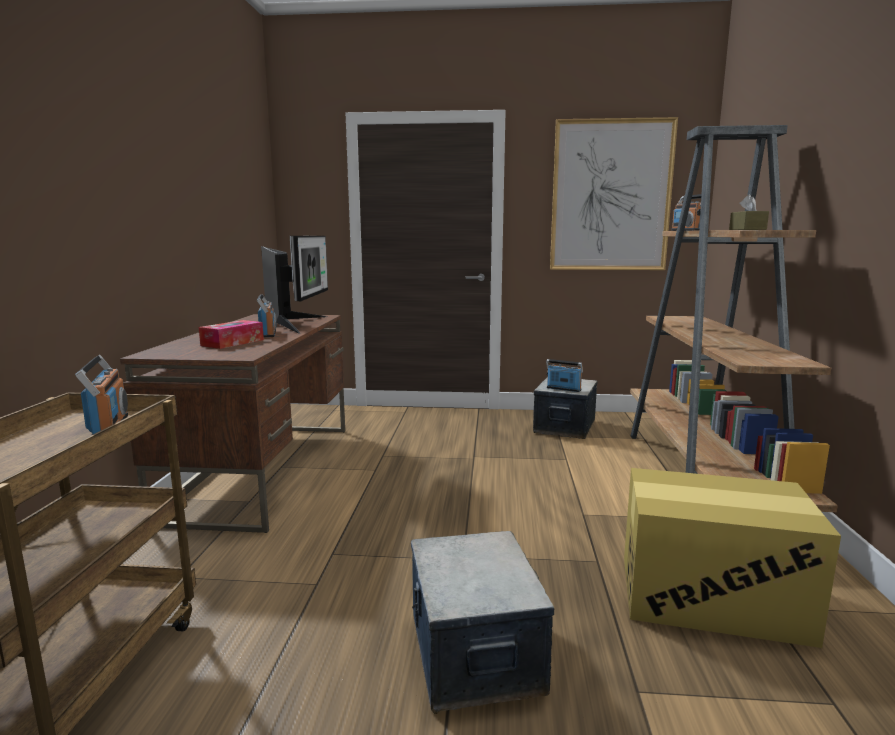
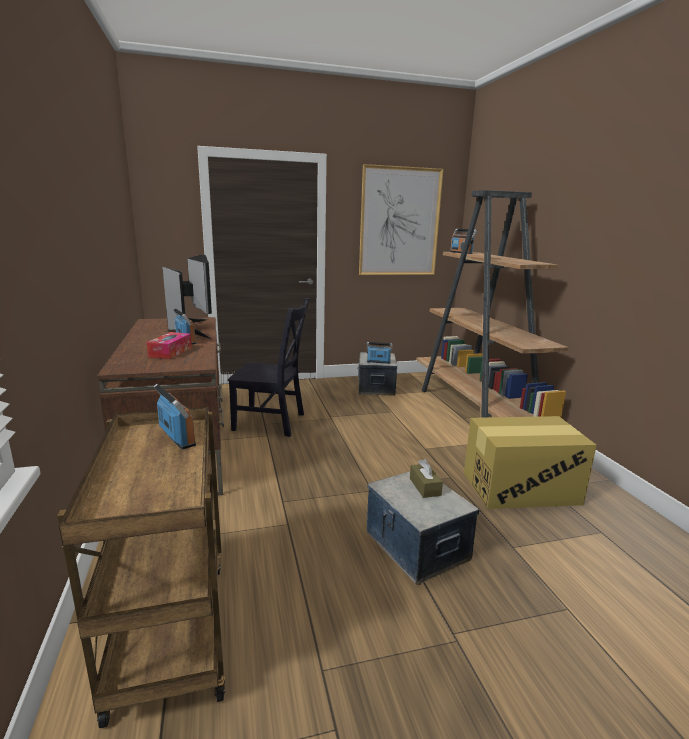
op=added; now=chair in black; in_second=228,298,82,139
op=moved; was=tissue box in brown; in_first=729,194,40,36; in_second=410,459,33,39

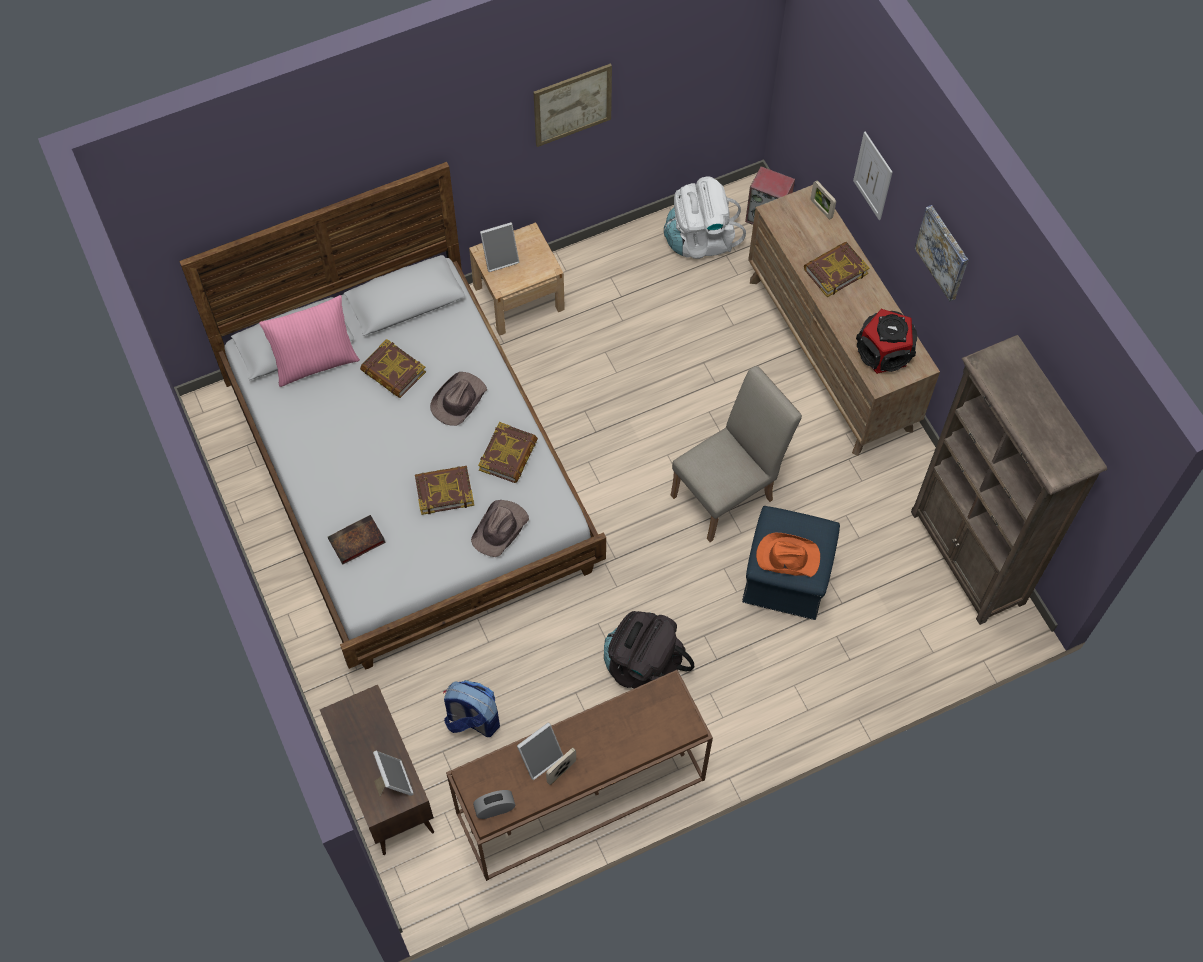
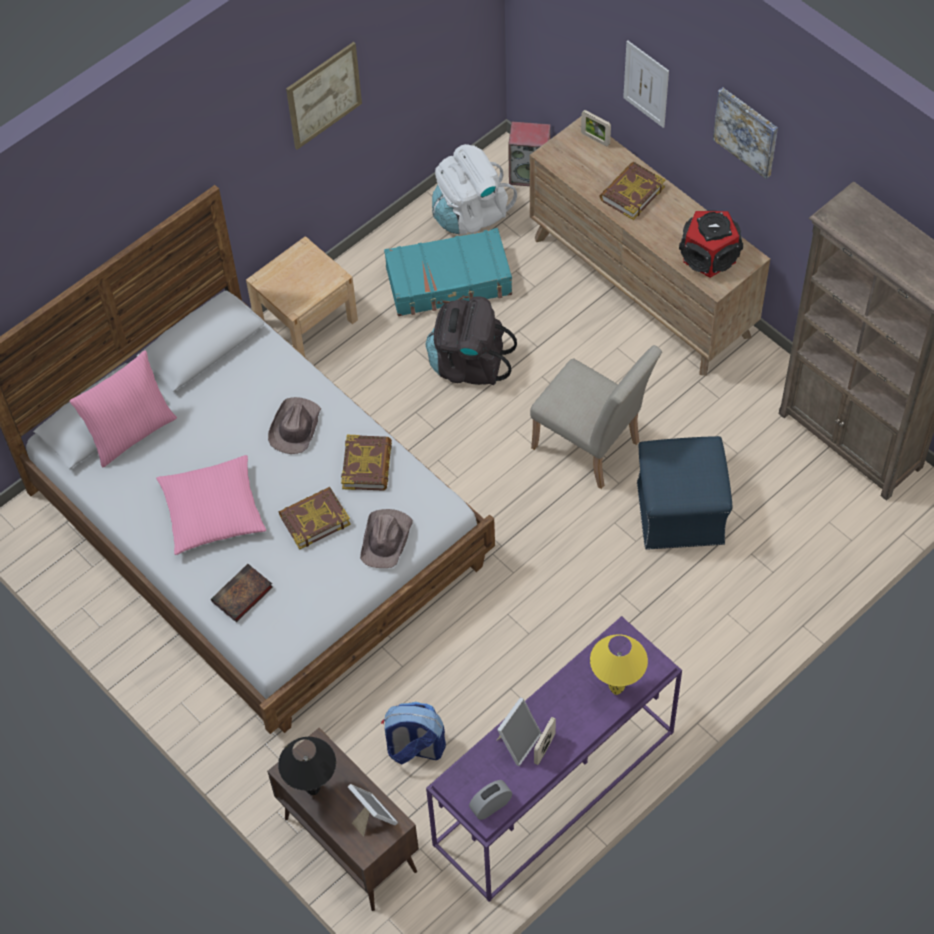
op=added; now=pillow in pink; in_second=156,455,110,100
op=added; now=table lamp in black; in_second=278,737,58,58
op=added; now=suitcase in turquoise; in_second=384,228,128,88
op=moved; was=backpack in black; in_first=604,611,90,78; in_second=425,296,92,89
op=recoloured; was=console table in brown; now=console table in purple; in_first=446,670,267,211; in_second=426,616,256,286
op=turned; was=chair in beige; in_first=671,366,131,176; in_second=530,345,132,144; clockwise=90
op=added; now=table lamp in yellow; in_second=590,634,58,61
op=removed; was=book; in_first=360,339,66,59
op=removed; was=picture frame; in_first=480,222,39,50
op=removed; was=hat in orange; in_first=756,533,64,44

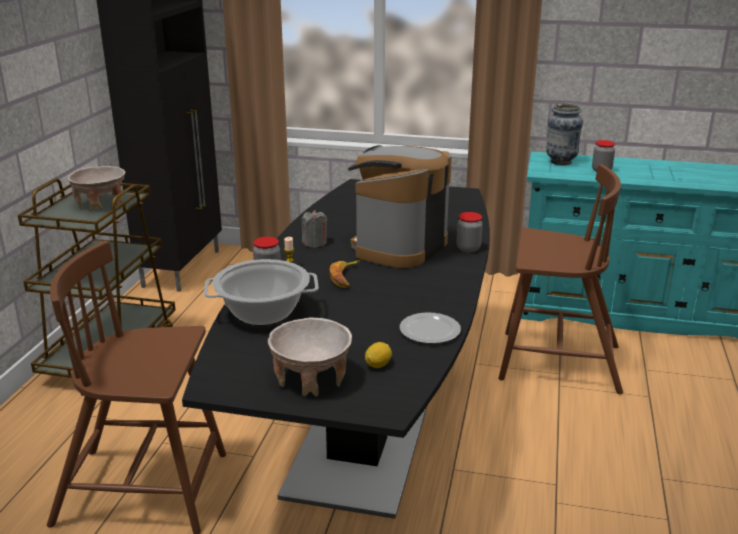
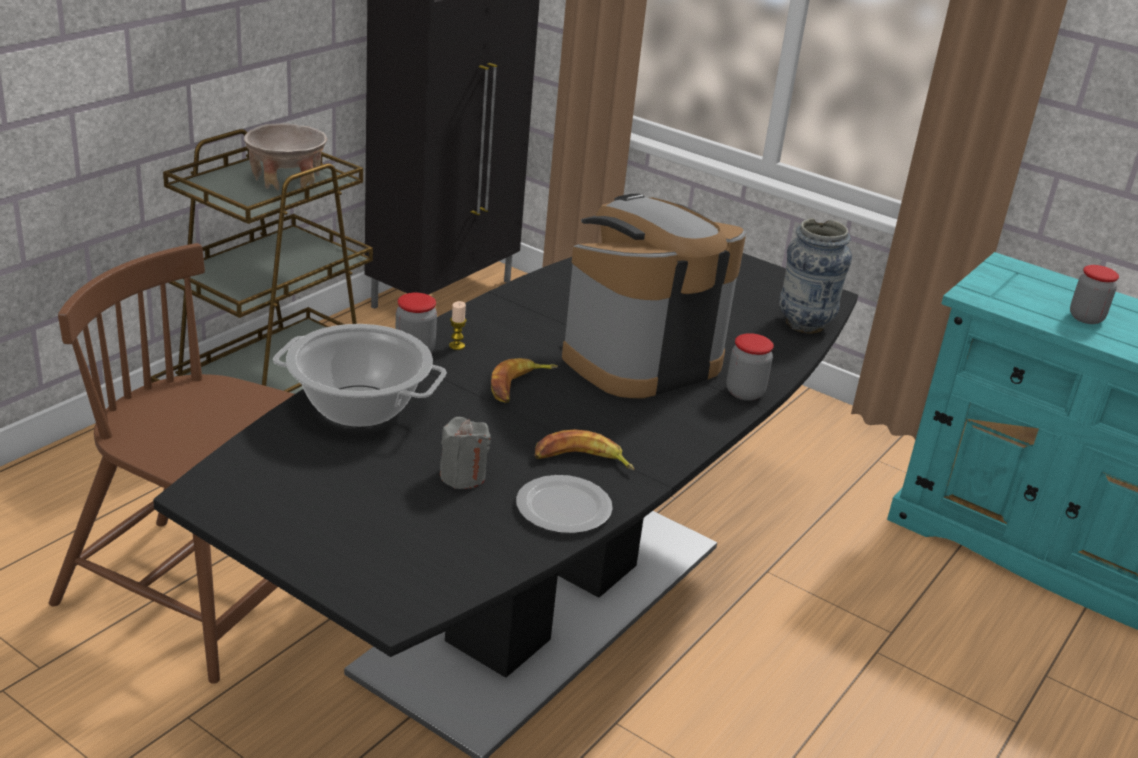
op=moved; was=candle in grey; in_first=301,210,26,38; in_second=440,417,51,72
op=added; now=banana; in_second=535,429,100,41
op=moved; was=vase; in_first=546,103,37,62; in_second=779,218,73,115
op=removed; was=bowl in beige; in_first=268,317,84,79
op=removed; was=lemon; in_first=365,342,27,26
op=removed; was=chair in brown; in_first=498,164,125,230

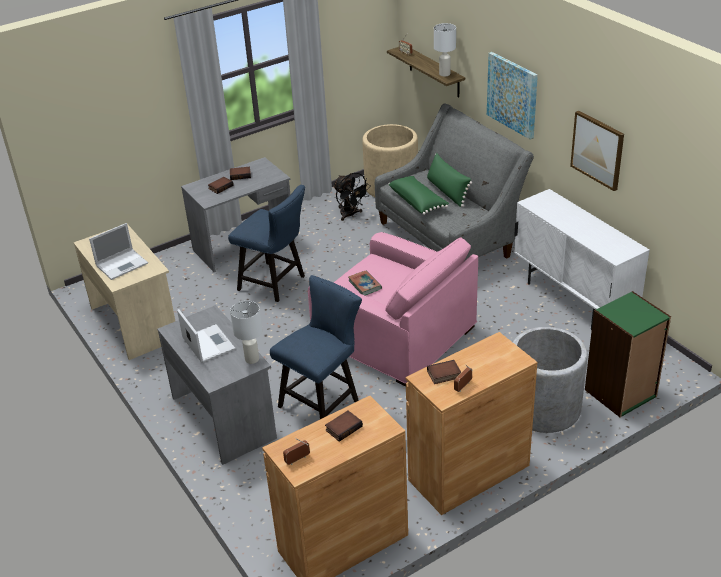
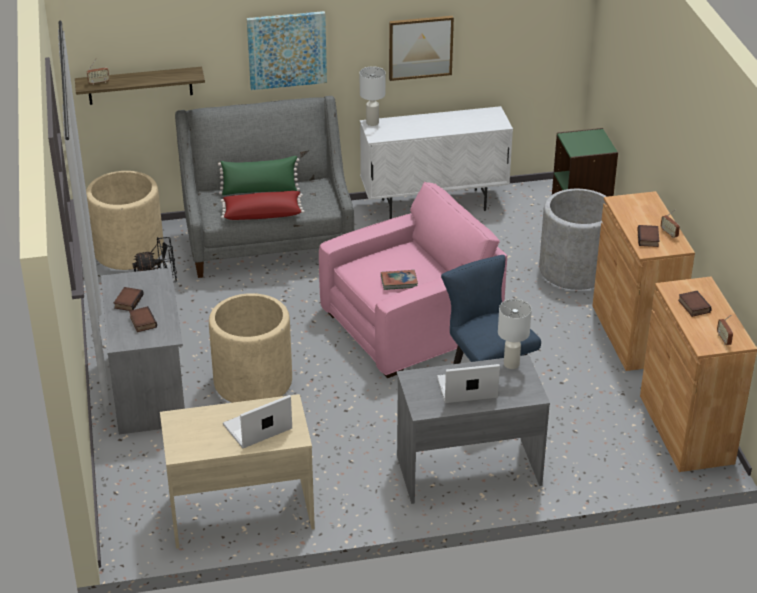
op=replaced; was=chair in blue; now=planter in beige; in_first=228,185,77,117; in_second=209,293,83,110
op=recoloured; was=pillow in green; now=pillow in red; in_first=388,176,61,39; in_second=221,191,84,29
op=turned; was=laptop; in_first=89,223,59,57; in_second=223,395,69,54; clockwise=-105
op=moved; was=table lamp in white; in_first=434,23,22,53; in_second=360,66,25,60

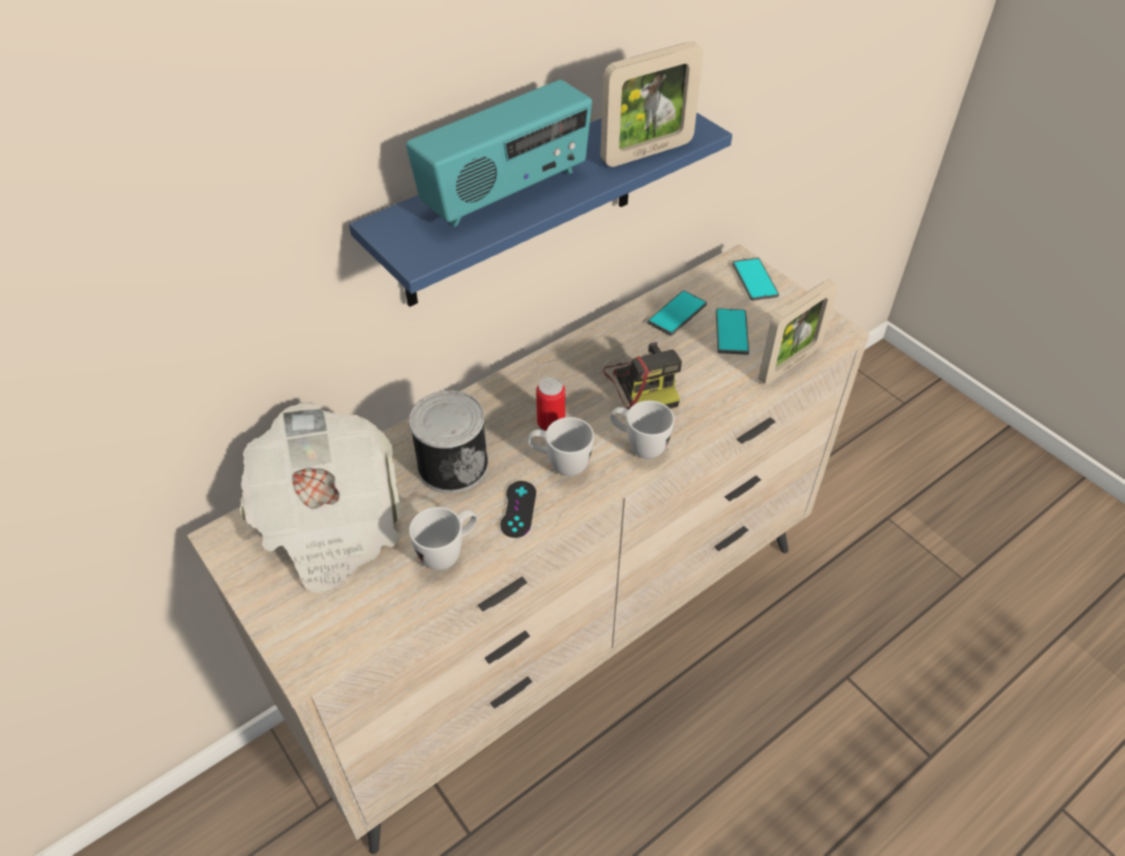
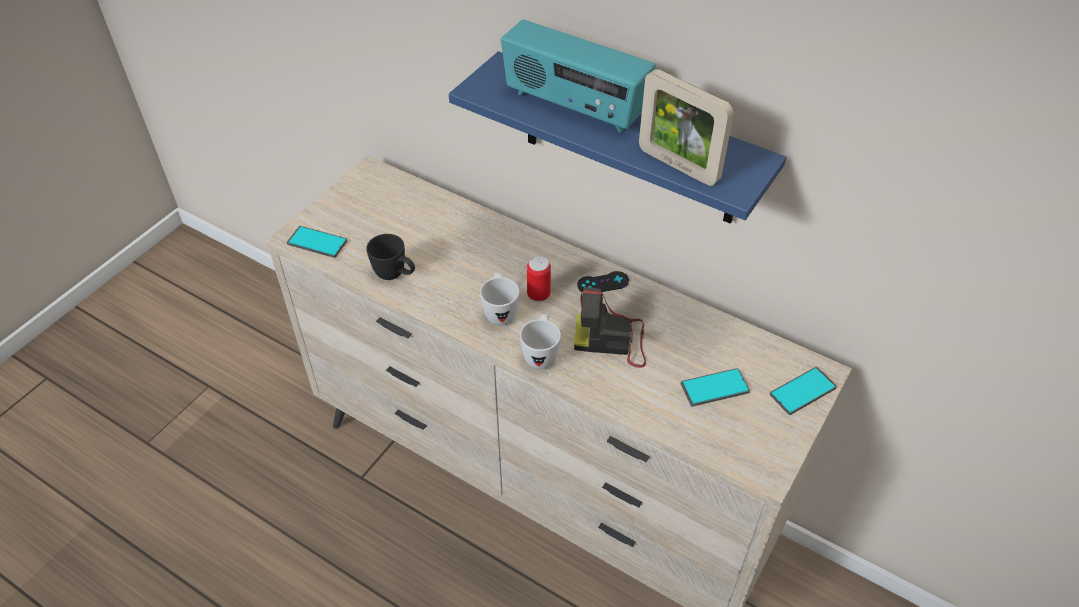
op=moved; was=phone; in_first=647,290,60,46; in_second=287,226,60,32
op=recoloured; was=mug in white; now=mug in black; in_first=409,507,69,63; in_second=366,234,49,46
op=turned; was=photo camera; in_first=603,342,79,68; in_second=574,287,72,81; clockwise=45
op=moved; was=game controller in black; in_first=500,481,36,57; in_second=577,271,52,21
op=removed; was=newspaper; in_first=240,402,160,192
op=removed; was=can; in_first=409,390,80,103
op=removed; was=picture frame; in_first=758,279,80,105

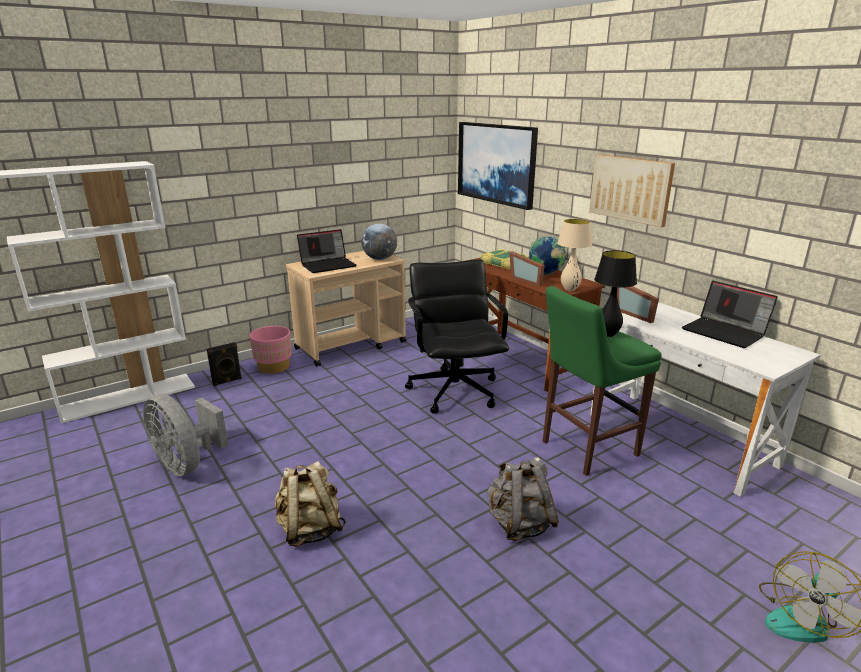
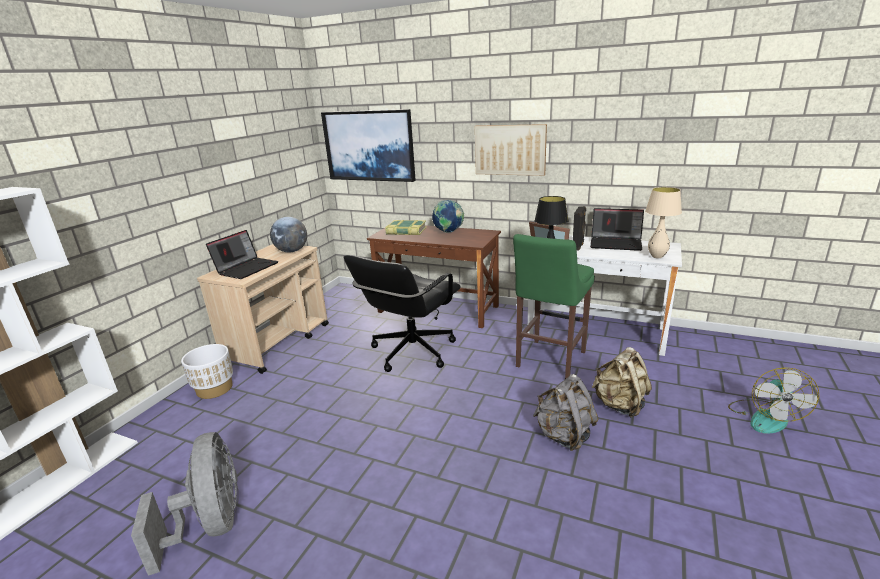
op=turned; was=fan in grey; in_first=143,394,85,82; in_second=131,432,107,144; clockwise=-120
op=recoloured; was=planter in pink; now=planter in white; in_first=249,326,43,48; in_second=181,344,52,55
op=turned; was=office chair in black; in_first=405,259,104,155; in_second=344,255,117,117; clockwise=-105
op=moved; was=speaker in black; in_first=207,342,35,44; in_second=573,206,13,45
op=moved; was=backpack in beige; in_first=275,461,71,86; in_second=591,347,61,71
op=moved; was=table lamp in beige; in_first=557,219,35,72; in_second=645,187,37,71
op=removed; was=picture frame; in_first=509,251,36,36

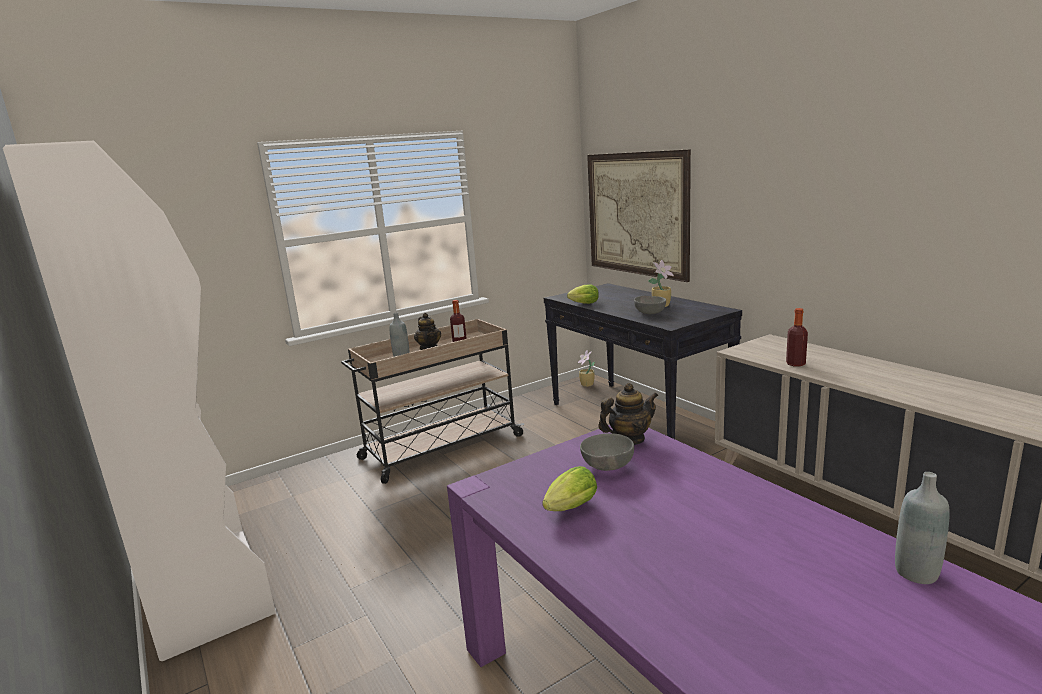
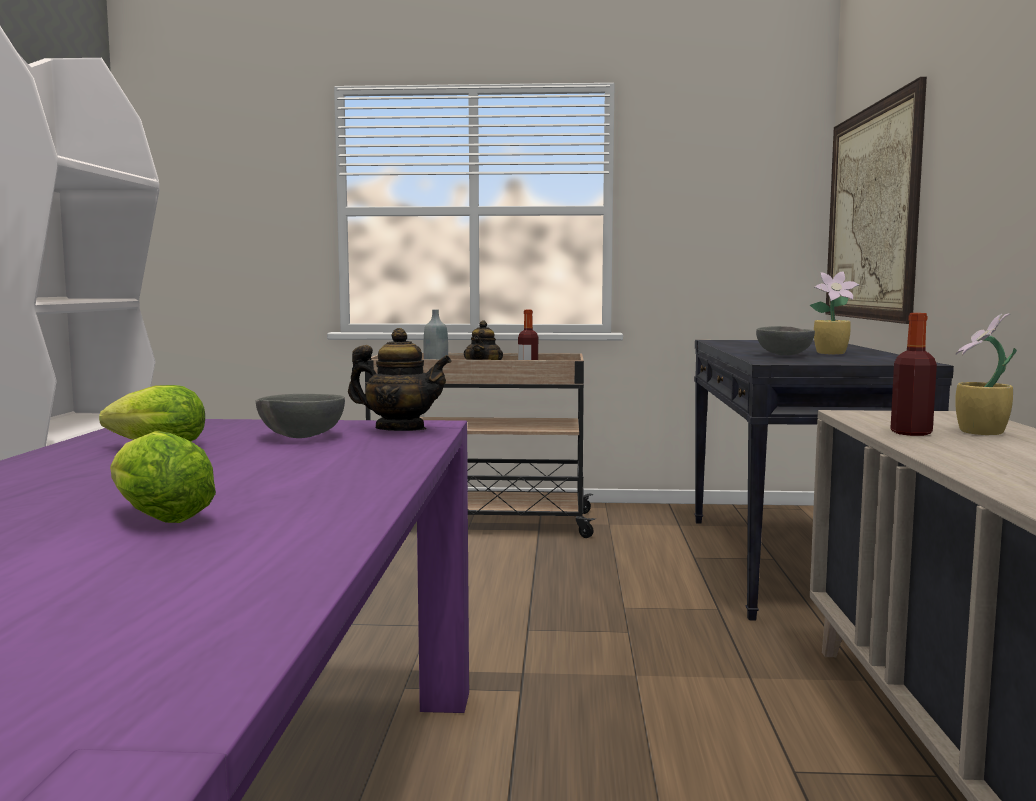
op=moved; was=lettuce; in_first=567,284,32,20; in_second=110,431,106,92
op=moved; was=potted plant; in_first=578,349,17,38; in_second=955,314,62,121
op=removed; was=bottle in grey; in_first=895,472,55,112

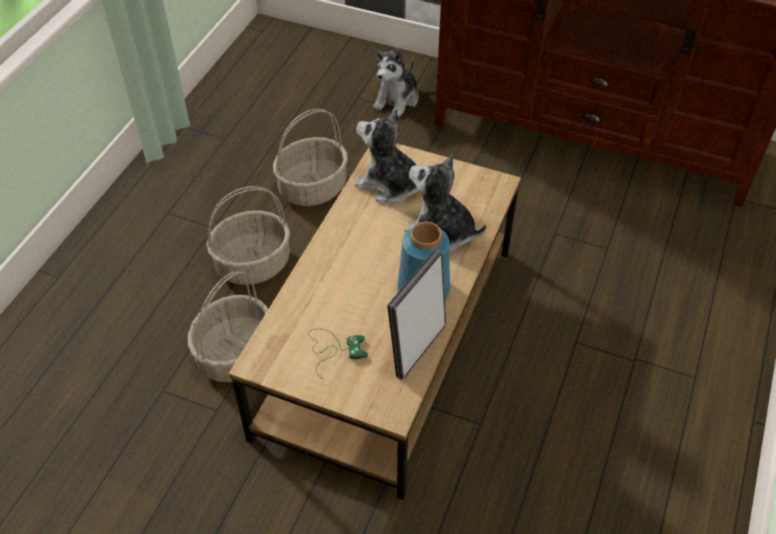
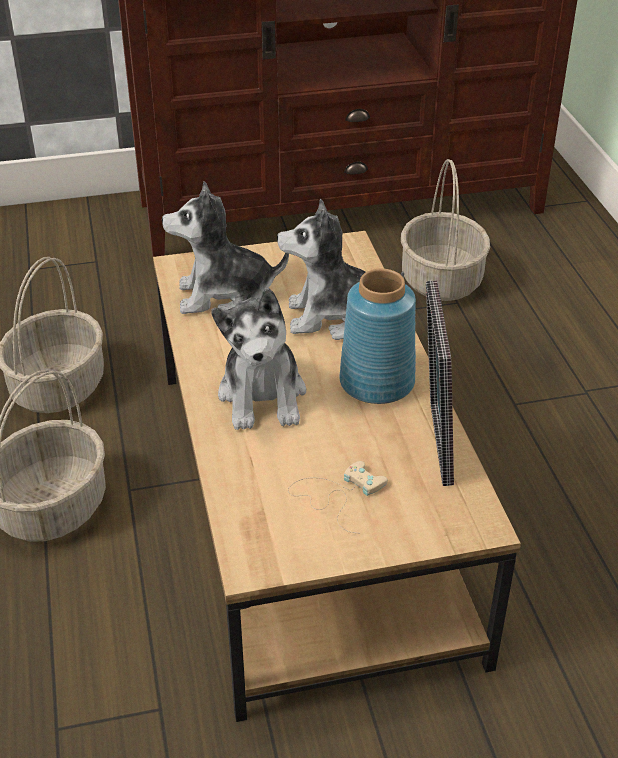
op=moved; was=plush toy; in_first=373,49,46,68; in_second=211,288,95,142
op=recoloured; was=game controller in green; now=game controller in beige; in_first=308,329,60,50; in_second=288,461,100,72
op=moved; was=basket; in_first=188,271,80,111; in_second=401,159,89,142

